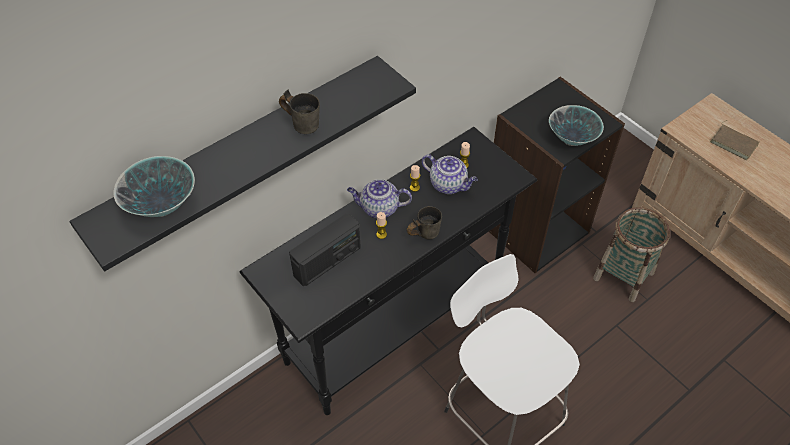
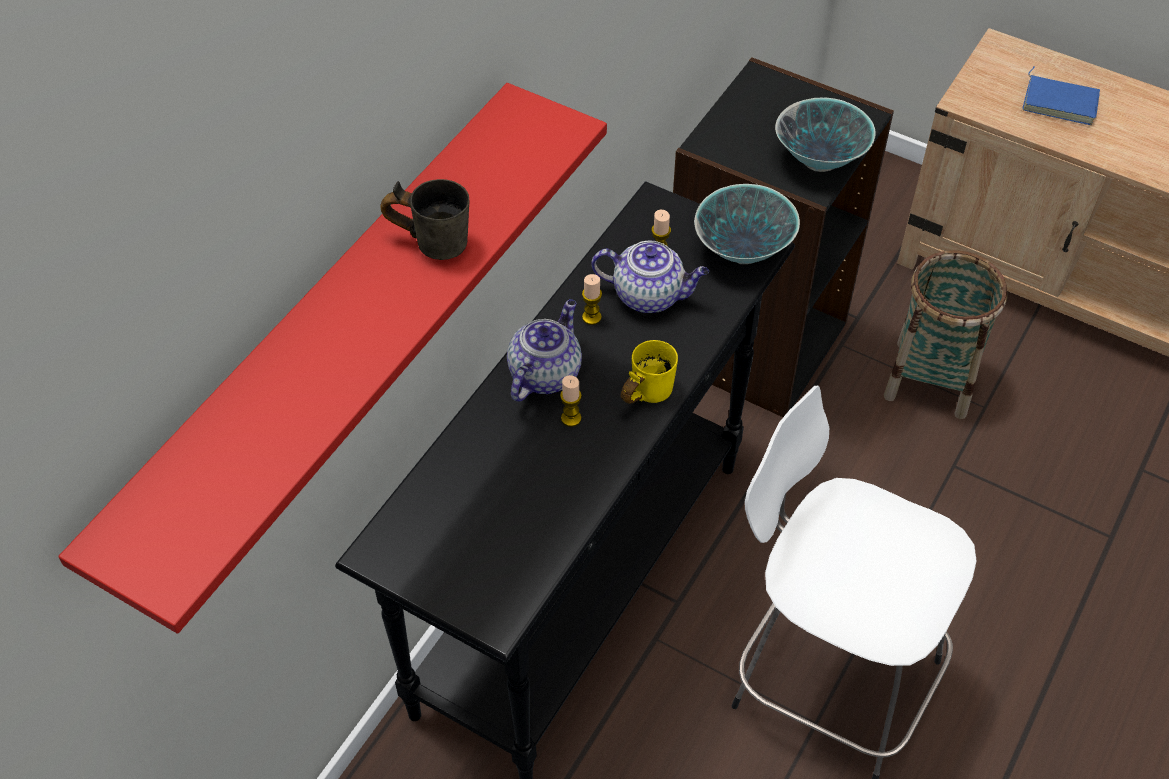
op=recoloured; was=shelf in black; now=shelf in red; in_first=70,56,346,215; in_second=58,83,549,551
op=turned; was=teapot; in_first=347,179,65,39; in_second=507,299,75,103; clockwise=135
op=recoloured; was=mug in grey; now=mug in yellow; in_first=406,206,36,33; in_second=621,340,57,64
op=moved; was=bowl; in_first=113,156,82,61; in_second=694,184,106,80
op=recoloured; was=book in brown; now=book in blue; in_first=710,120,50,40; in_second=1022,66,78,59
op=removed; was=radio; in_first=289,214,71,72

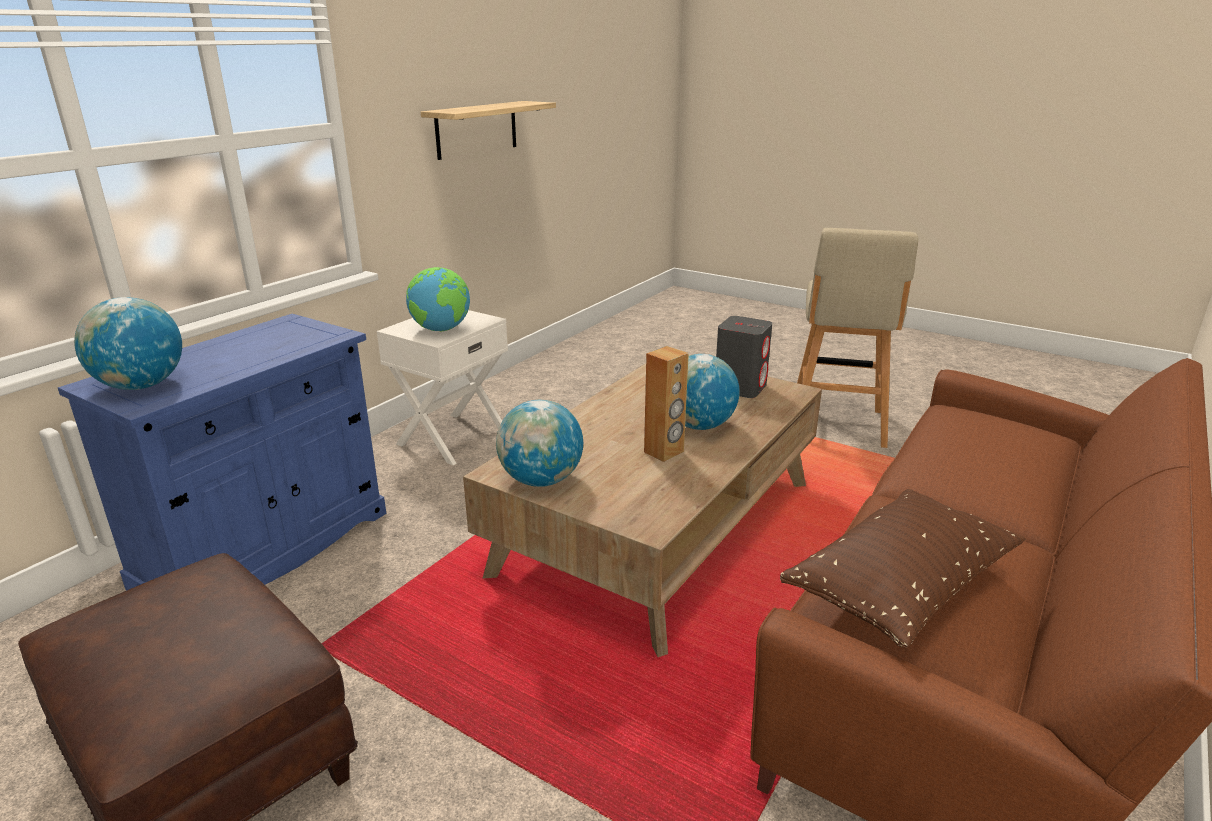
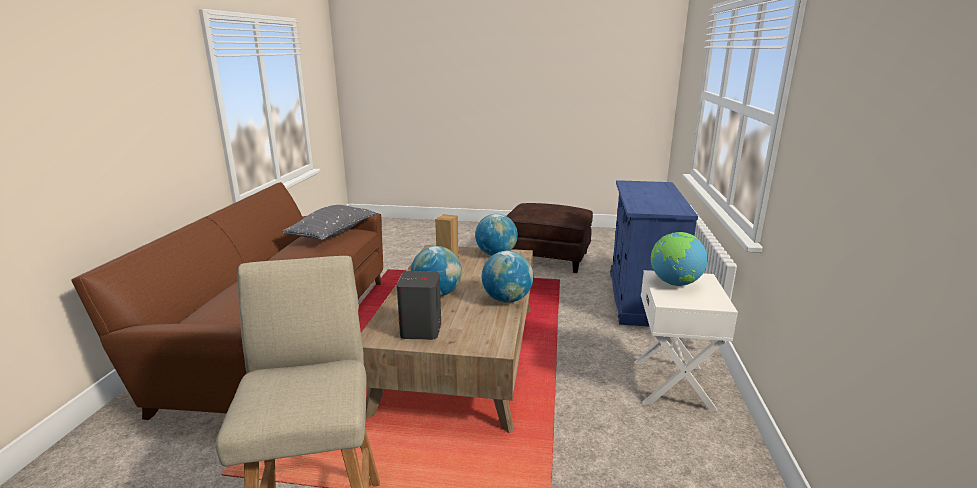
op=recoloured; was=pillow in brown; now=pillow in grey; in_first=780,489,245,160; in_second=282,205,93,35
op=moved; was=globe; in_first=74,297,108,93; in_second=482,251,51,52
op=removed; was=shelf; in_first=421,101,135,59

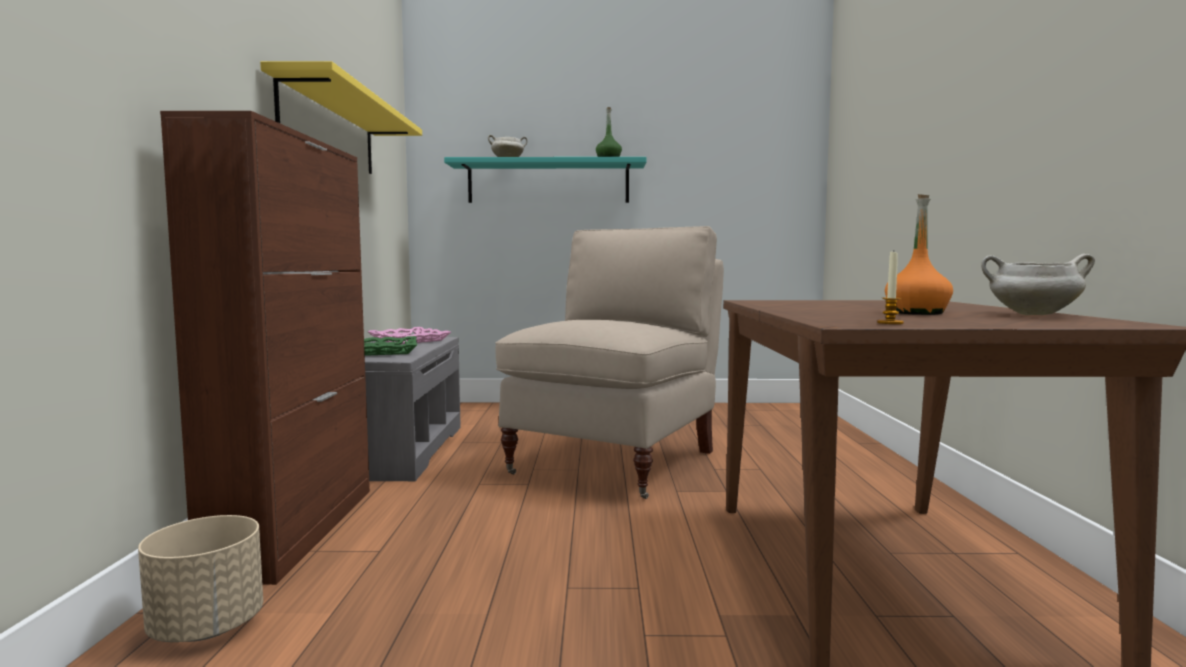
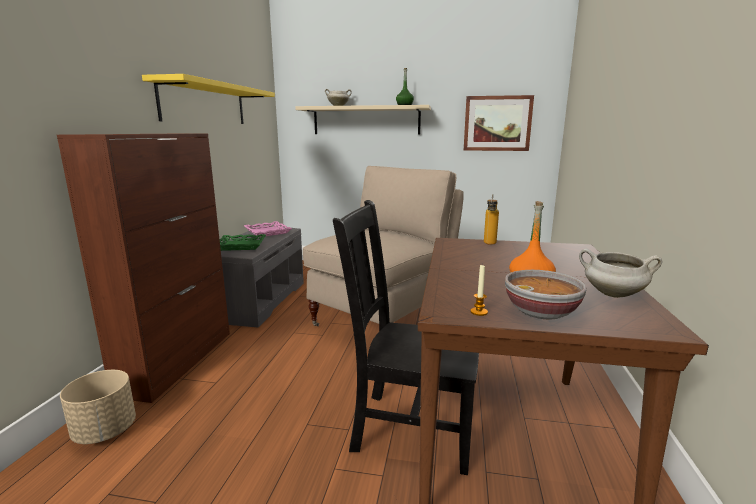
op=recoloured; was=shelf in turquoise; now=shelf in beige; in_first=444,157,203,46; in_second=295,105,136,29
op=added; now=chair in black; in_second=333,200,146,275
op=added; now=picture; in_second=464,95,70,56
op=added; now=bottle; in_second=484,194,15,51
op=added; now=bowl; in_second=505,270,82,50

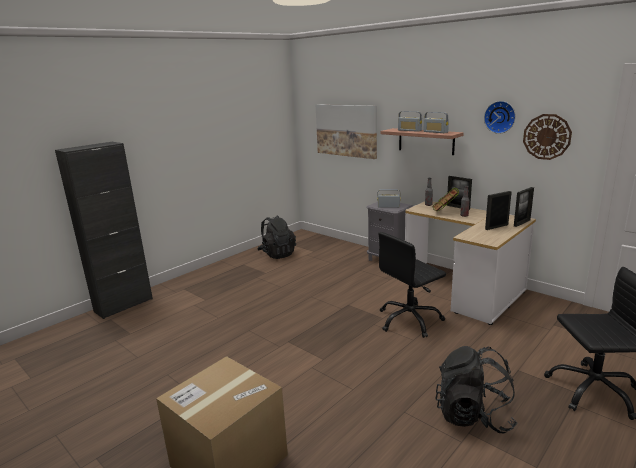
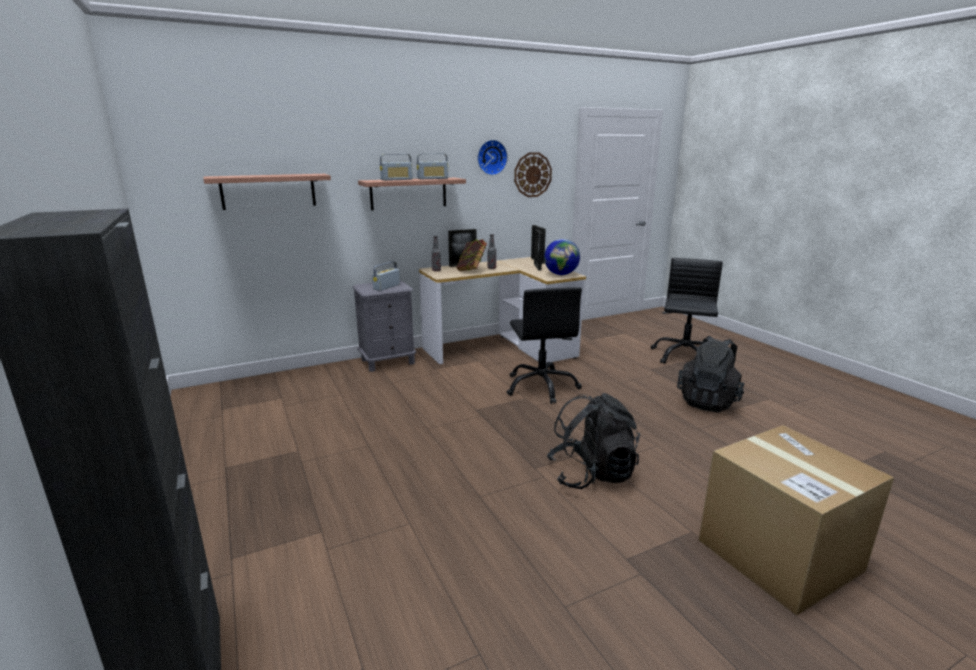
op=replaced; was=picture; now=shelf; in_first=316,104,61,55; in_second=203,174,128,36
op=added; now=globe; in_second=544,239,36,36
op=moved; was=backpack in black; in_first=257,215,39,44; in_second=547,393,93,96

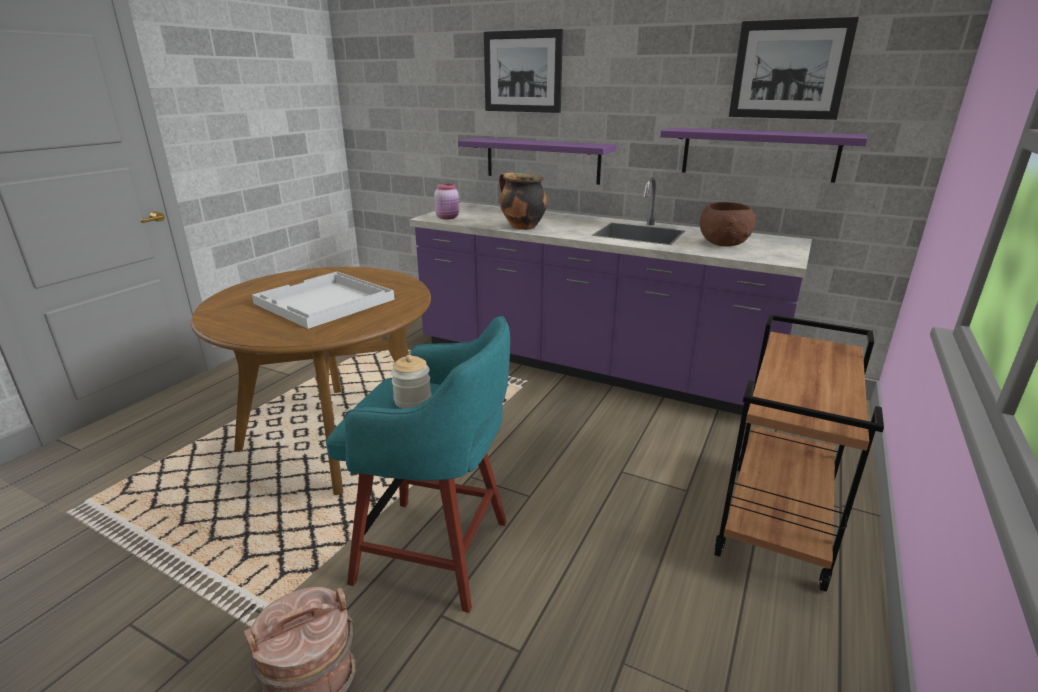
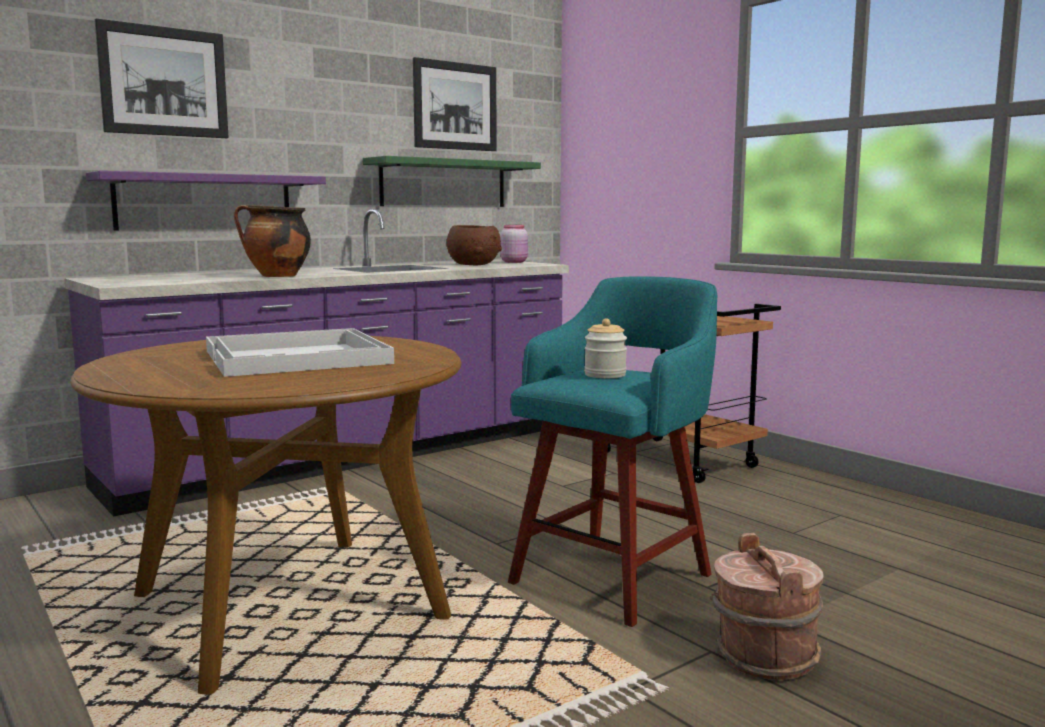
op=recoloured; was=shelf in purple; now=shelf in green; in_first=660,128,208,55; in_second=363,156,178,51
op=moved; was=jar in pink; in_first=434,184,25,35; in_second=500,225,28,38

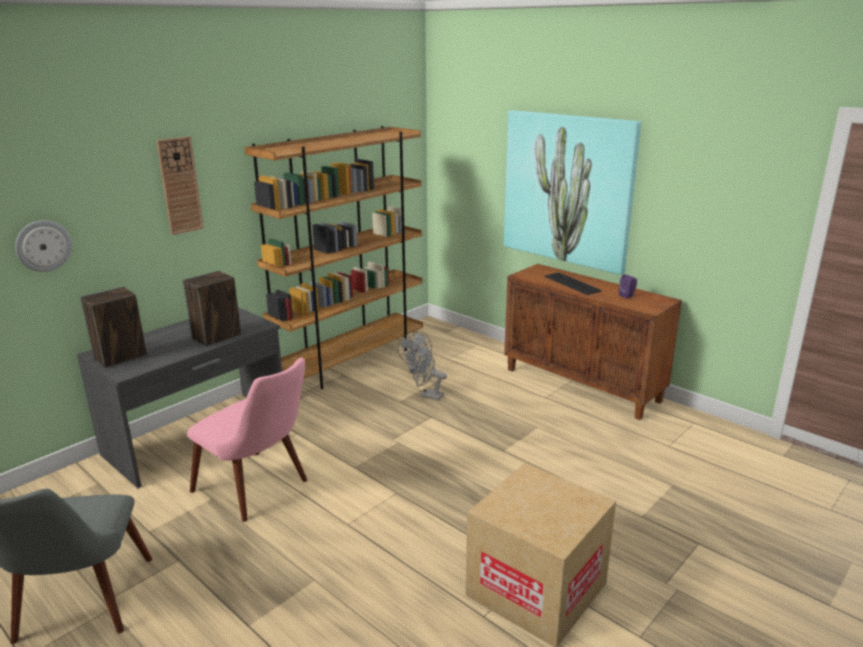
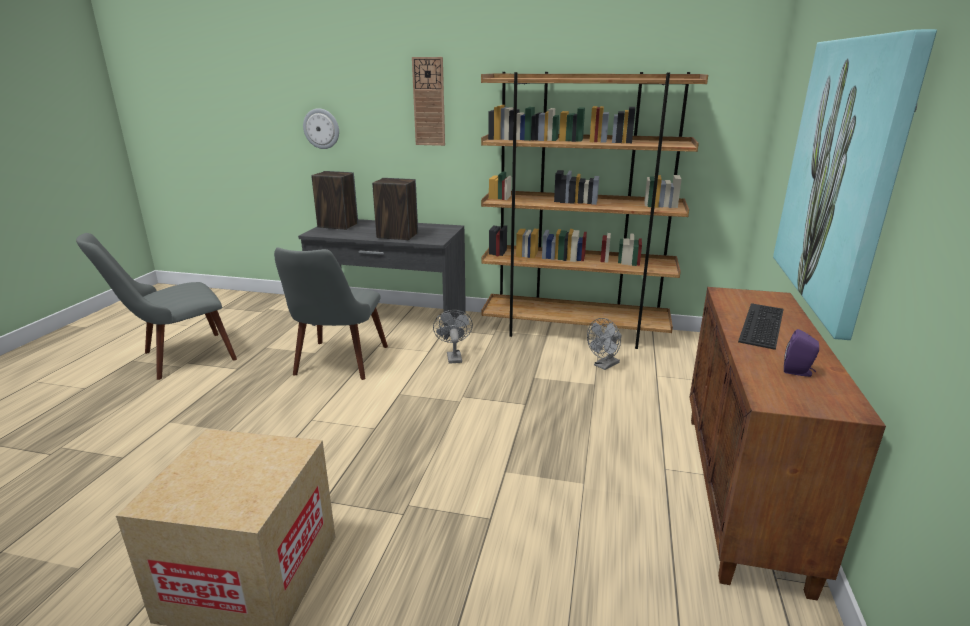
op=recoloured; was=chair in pink; now=chair in grey; in_first=187,358,120,164; in_second=274,248,114,132
op=moved; was=fan in grey; in_first=413,352,34,48; in_second=433,310,40,54

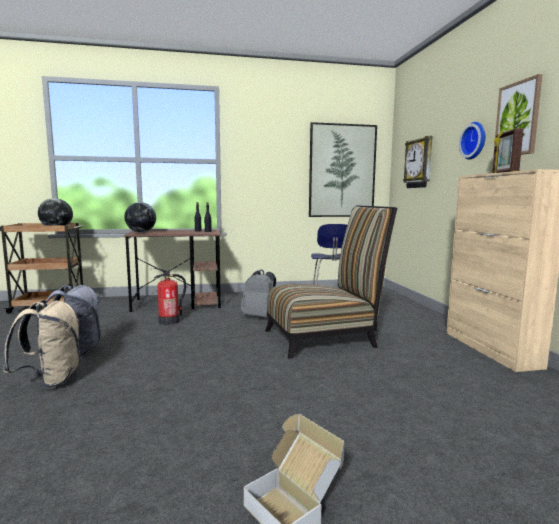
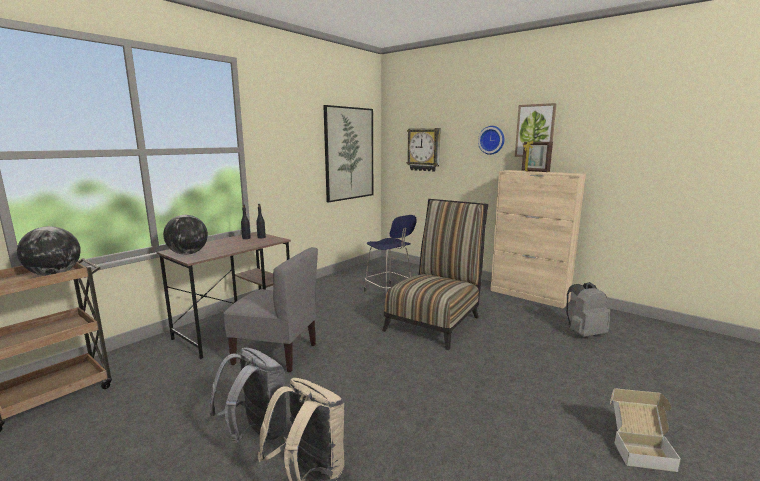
op=replaced; was=fire extinguisher; now=chair in grey; in_first=154,268,32,57; in_second=223,247,95,126
op=moved; was=backpack in grey; in_first=241,269,35,48; in_second=566,282,44,55

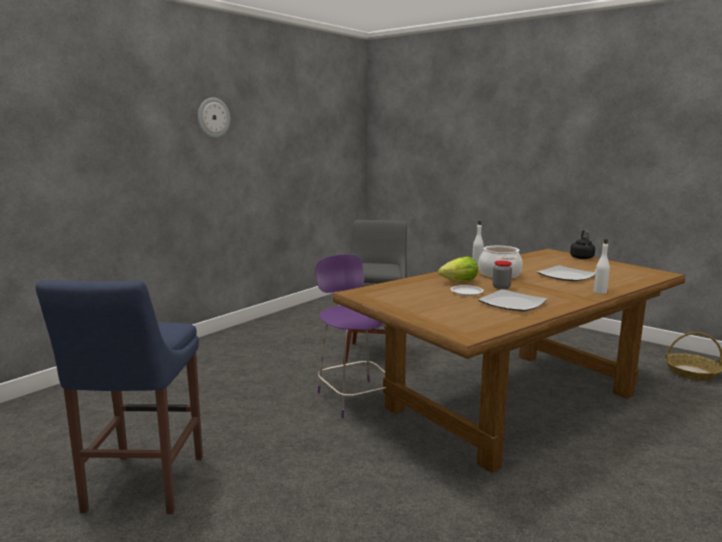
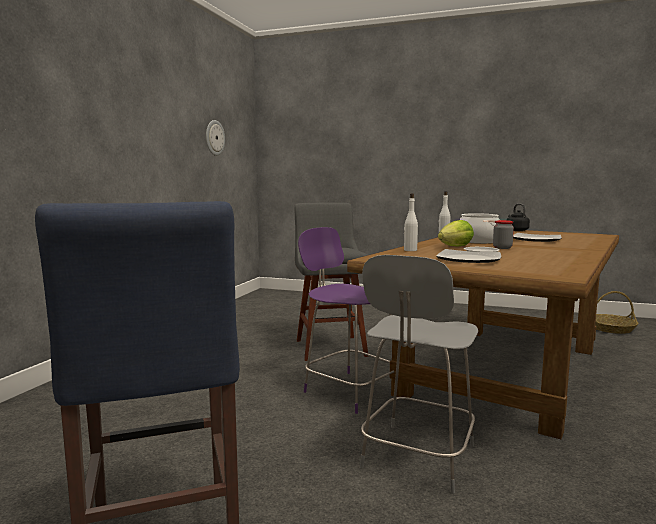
op=moved; was=wall clock; in_first=198,97,32,41; in_second=206,120,19,36
op=added; now=chair in grey; in_second=360,255,118,239
op=moved; was=bottle in white; in_first=594,239,16,55; in_second=404,193,14,58
op=moved; was=plate; in_first=478,289,69,22; in_second=436,249,65,14

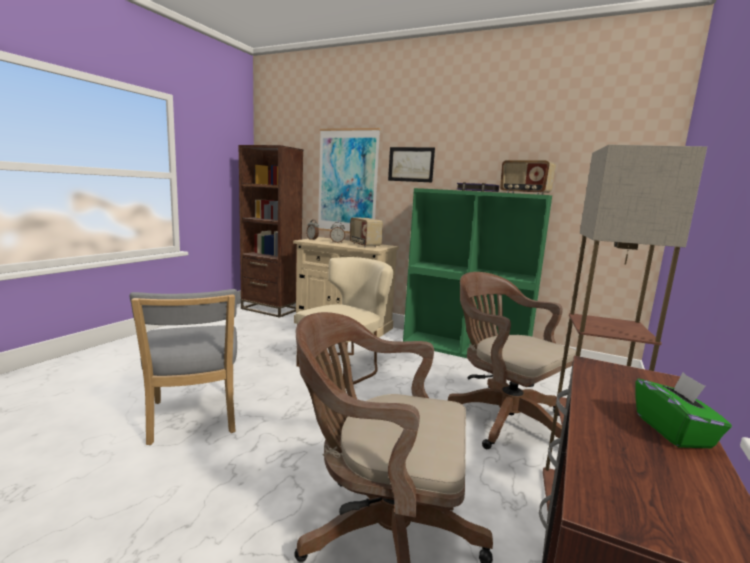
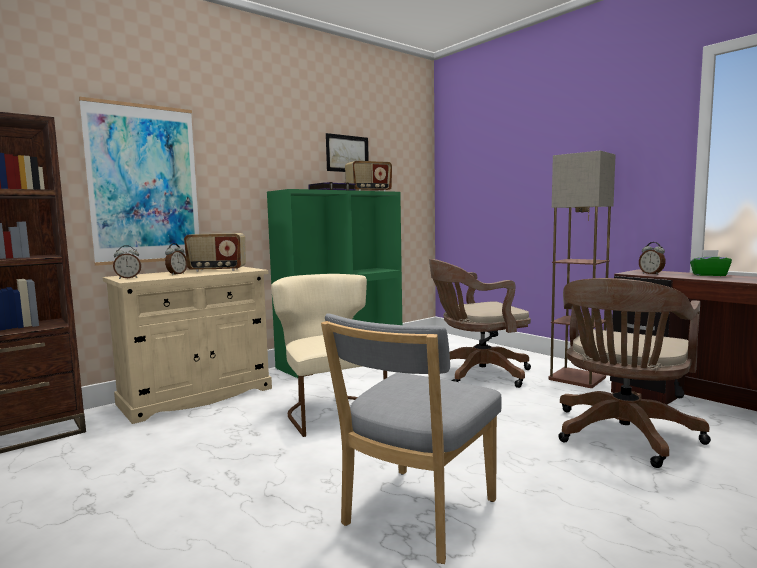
op=turned; was=chair in grey; in_first=130,289,107,156; in_second=321,314,181,250; clockwise=120
op=moved; was=picture; in_first=388,147,47,35; in_second=326,133,43,39
op=added; now=alarm clock; in_second=639,242,27,33

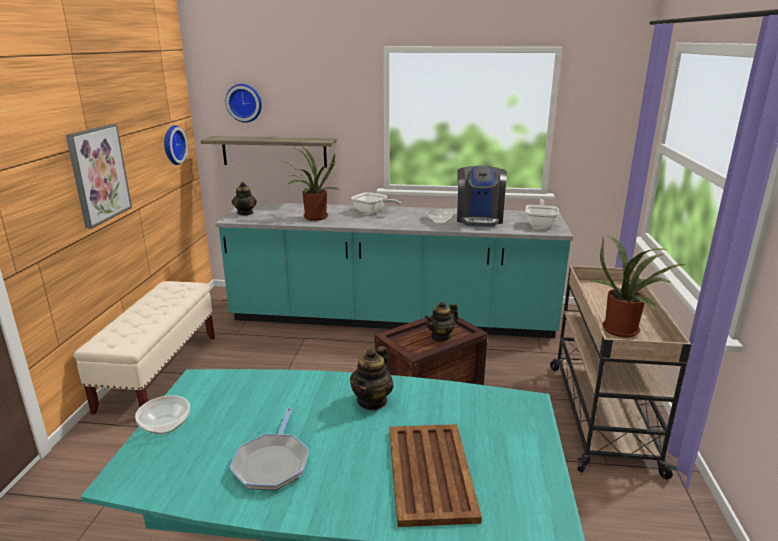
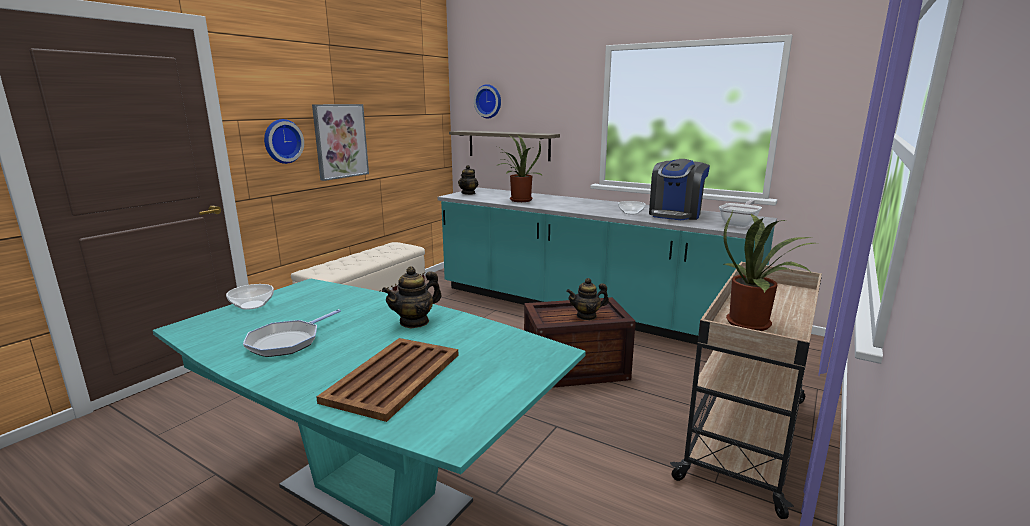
op=moved; was=wall clock; in_first=164,125,24,40; in_second=264,119,40,45
op=removed; was=frying pan; in_first=351,192,50,22

